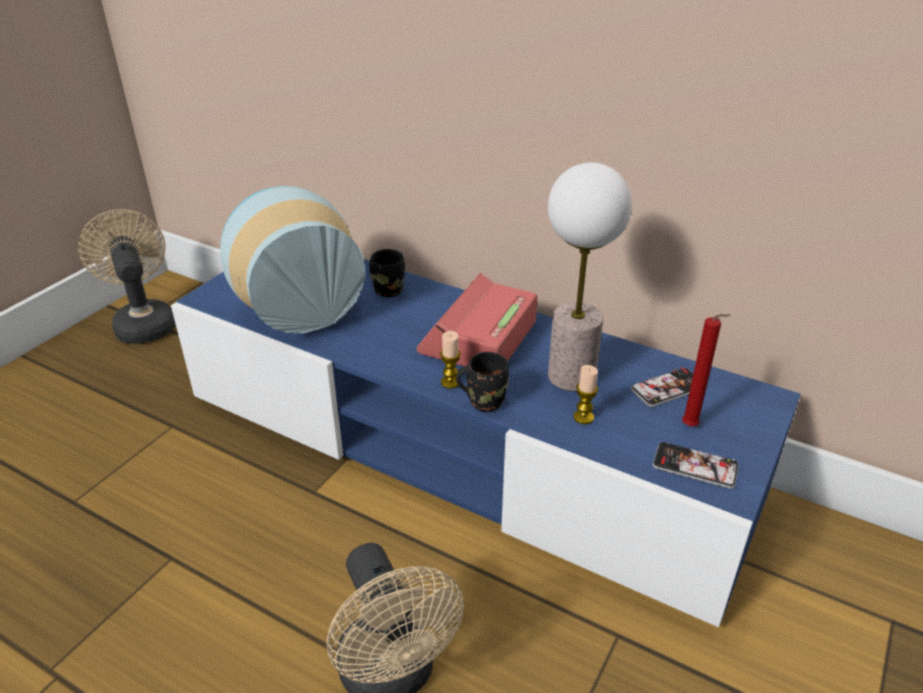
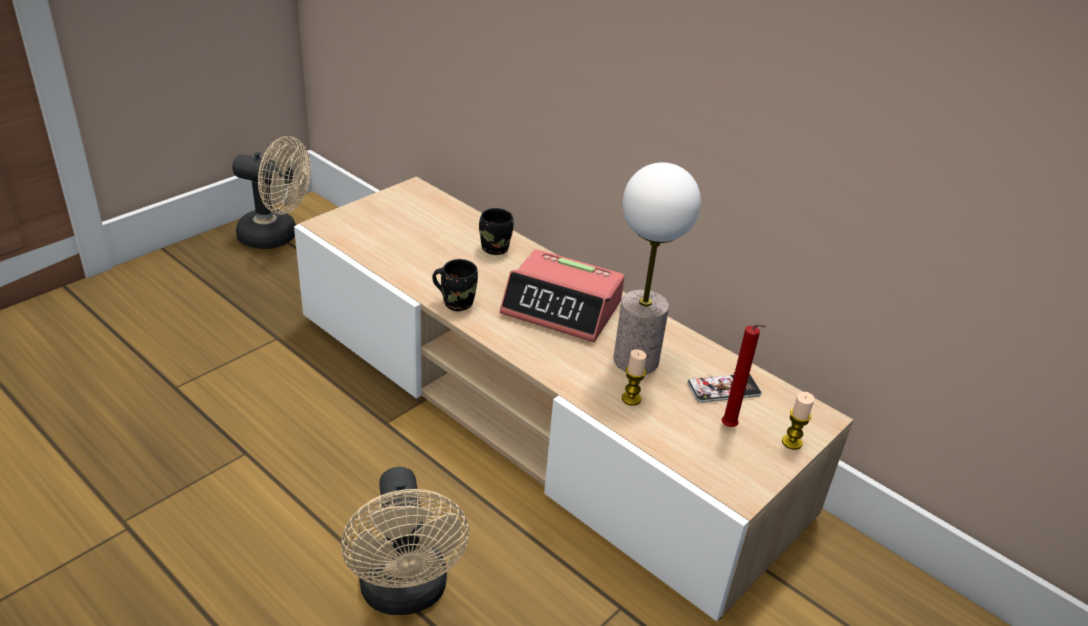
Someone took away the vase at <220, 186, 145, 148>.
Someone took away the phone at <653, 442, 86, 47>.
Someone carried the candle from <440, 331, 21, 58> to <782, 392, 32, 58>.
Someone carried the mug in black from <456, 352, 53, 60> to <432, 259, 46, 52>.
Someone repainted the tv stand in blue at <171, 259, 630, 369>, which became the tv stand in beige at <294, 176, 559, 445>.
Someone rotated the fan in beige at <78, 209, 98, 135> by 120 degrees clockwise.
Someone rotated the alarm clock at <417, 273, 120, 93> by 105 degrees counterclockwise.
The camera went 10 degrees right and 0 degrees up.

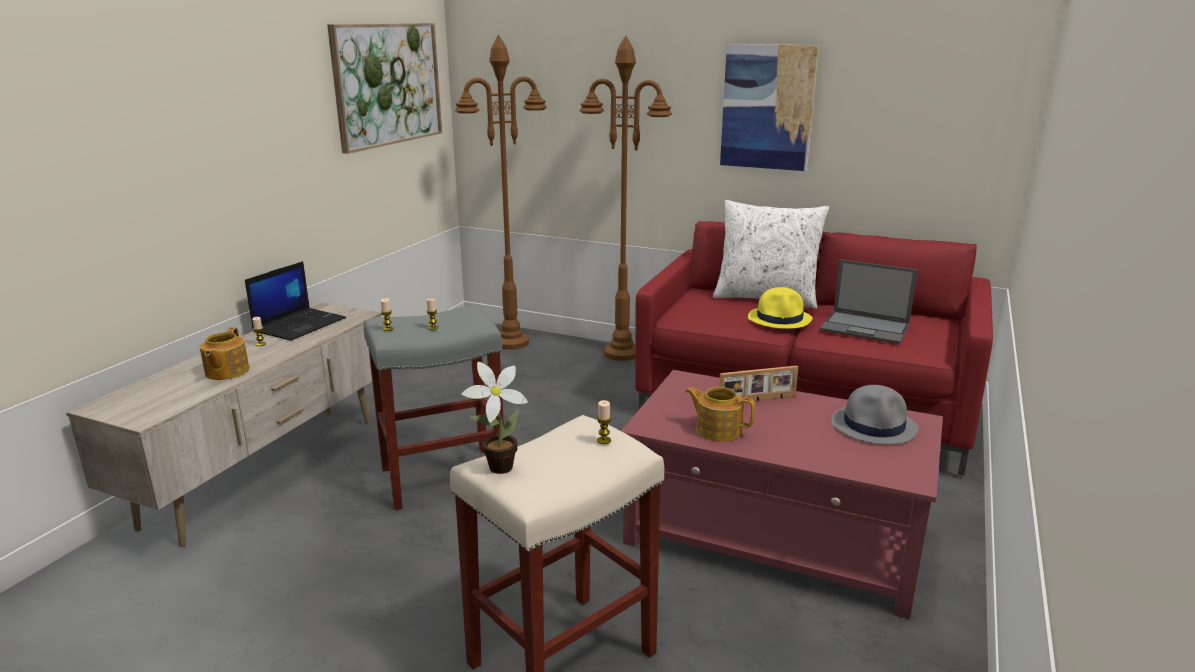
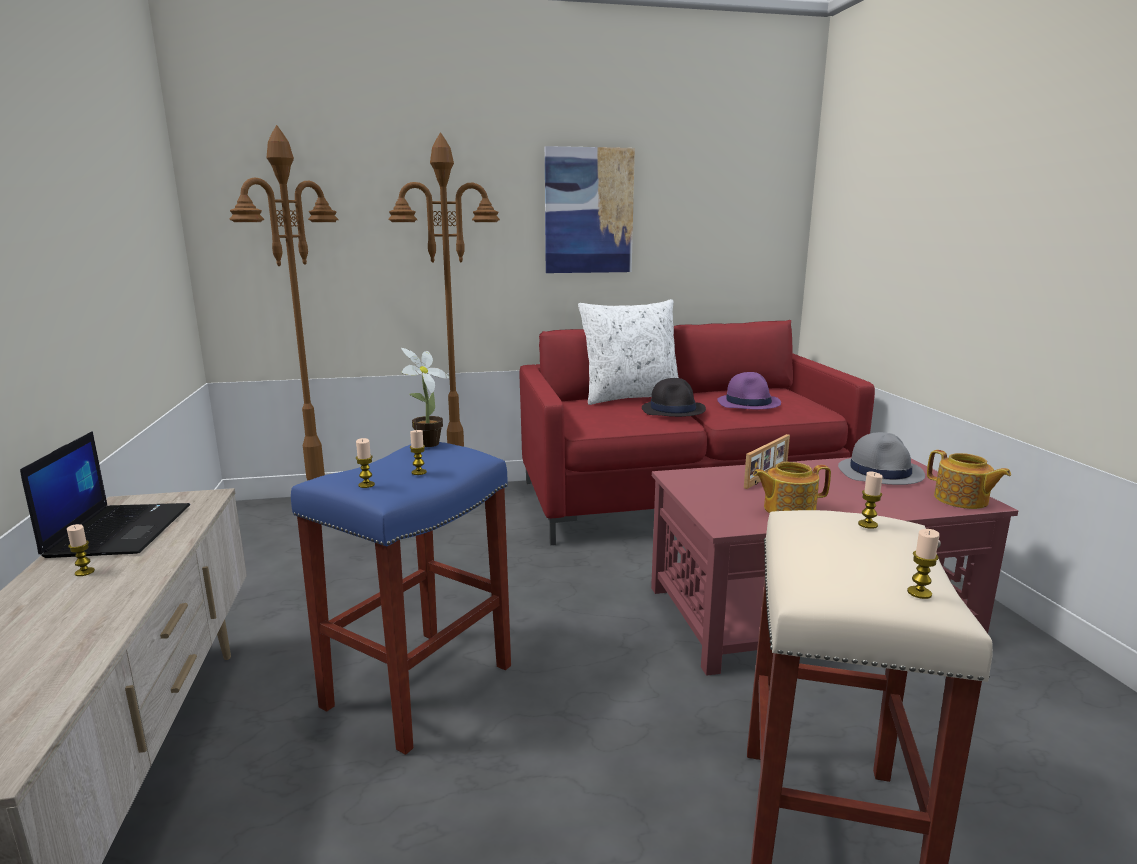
Someone took away the picture at <327, 23, 115, 131>.
Someone put down the candle at <907, 529, 33, 70>.
Someone carried the teapot from <200, 327, 49, 53> to <927, 450, 84, 59>.
Someone carried the potted plant from <462, 362, 66, 112> to <401, 348, 49, 99>.
Someone swapped the laptop at <820, 259, 98, 85> for the hat in purple at <717, 372, 64, 37>.
Someone repainted the stool in grey at <363, 305, 141, 205>, which became the stool in blue at <291, 442, 220, 313>.
Someone repainted the hat in yellow at <748, 287, 65, 42>, which became the hat in black at <642, 378, 64, 39>.
The camera went 35 degrees left and 5 degrees down.

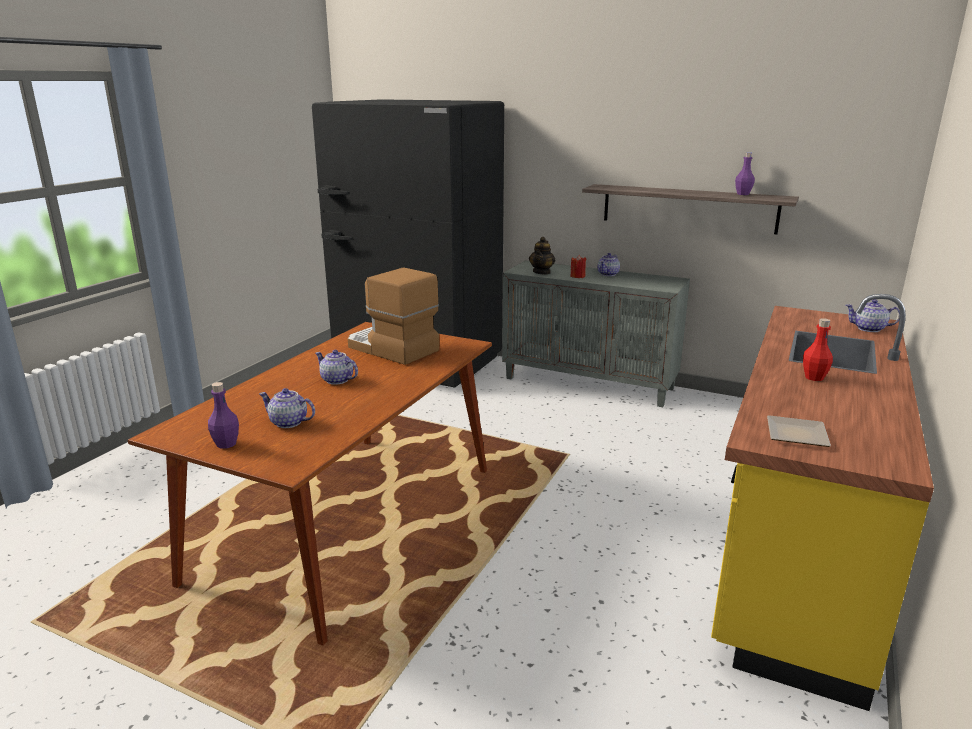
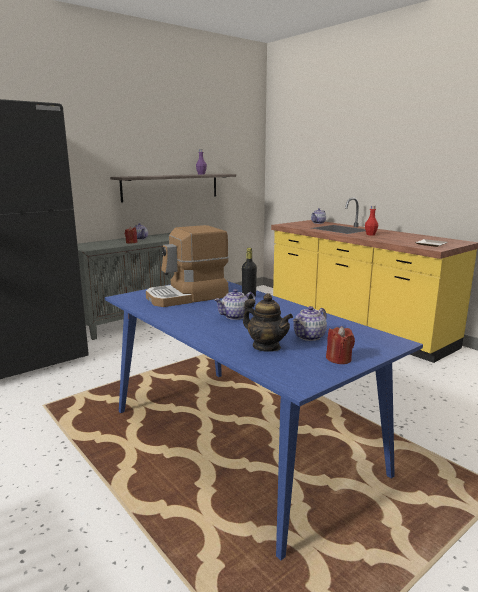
Someone put down the bottle in black at <242, 248, 15, 51>.
Someone carried the teapot from <529, 237, 26, 37> to <243, 293, 50, 59>.
Someone swapped the bottle in purple at <208, 382, 31, 67> for the candle in red at <326, 326, 29, 38>.
Someone repainted the dining table in brown at <128, 322, 364, 324>, which became the dining table in blue at <105, 281, 318, 279>.
The camera went 65 degrees left and 5 degrees down.

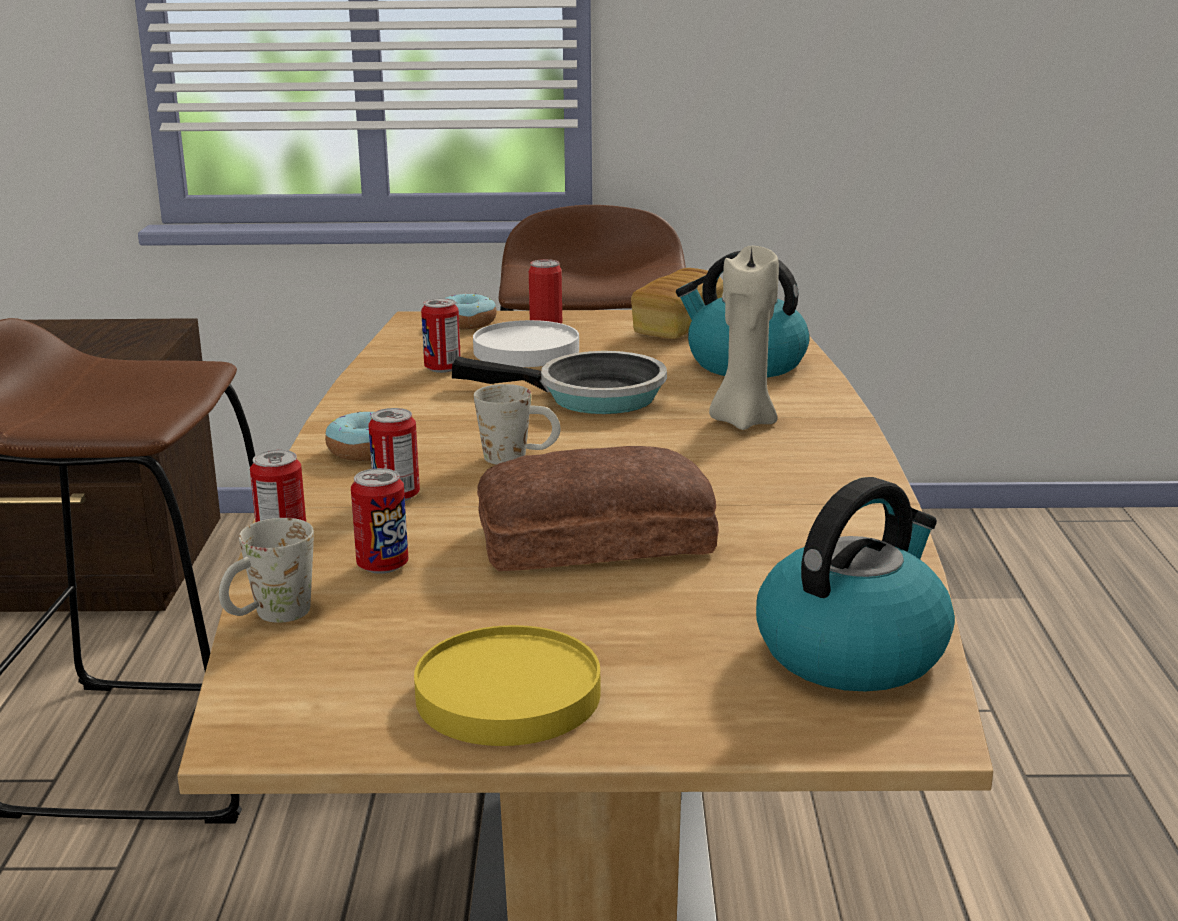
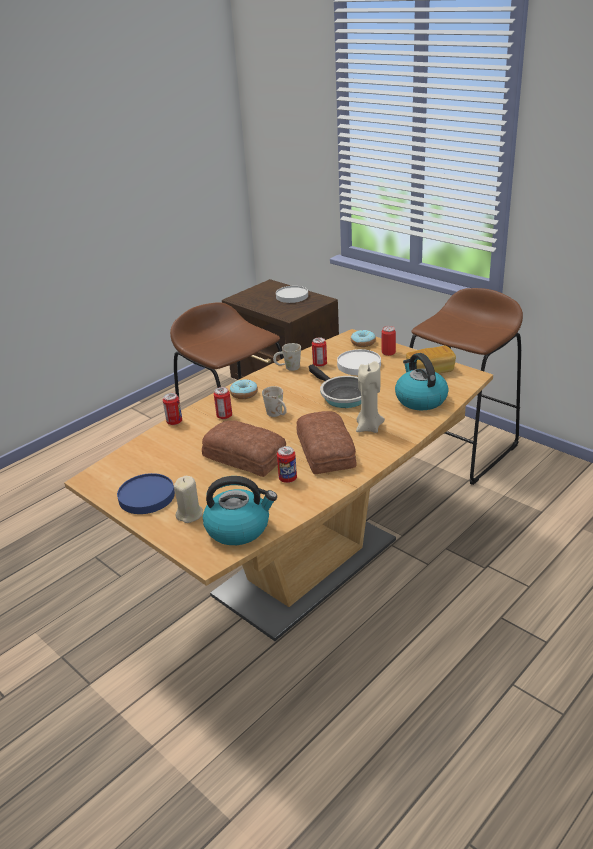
Someone put down the candle in beige at <174, 476, 29, 47>.
Someone put down the plate in white at <276, 286, 32, 17>.
Someone put down the bread at <296, 411, 61, 63>.
Someone carried the mug in white from <219, 518, 95, 105> to <273, 343, 28, 28>.
Someone carried the can from <351, 468, 58, 106> to <277, 446, 20, 37>.
Someone repainted the plate in yellow at <414, 625, 186, 121>, which became the plate in blue at <117, 473, 58, 41>.
The camera went 45 degrees right and 10 degrees up.

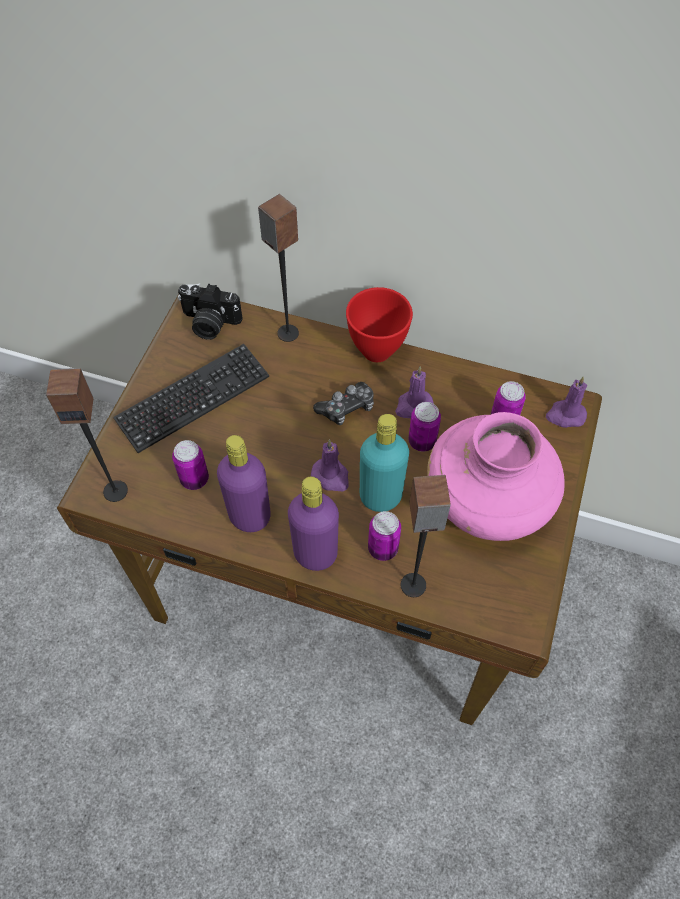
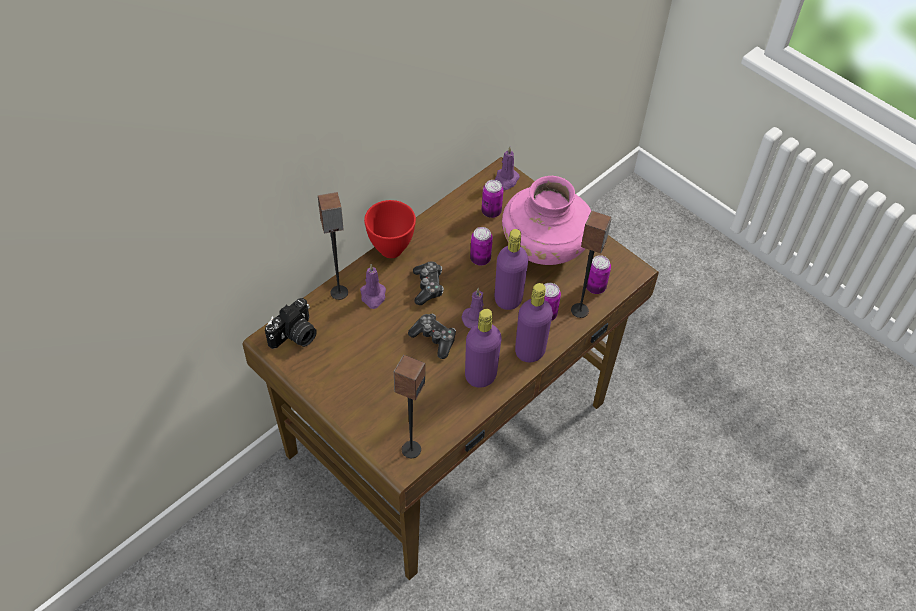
Someone took away the keyboard at <113, 344, 156, 109>.
Someone put down the game controller at <408, 314, 48, 45>.
Someone carried the can from <172, 440, 37, 50> to <586, 255, 25, 39>.
Someone carried the candle in purple from <395, 366, 38, 52> to <360, 264, 26, 45>.
Someone repainted the bottle in turquoise at <360, 414, 49, 98>, which became the bottle in purple at <494, 229, 34, 81>.
The camera went 65 degrees left and 5 degrees down.

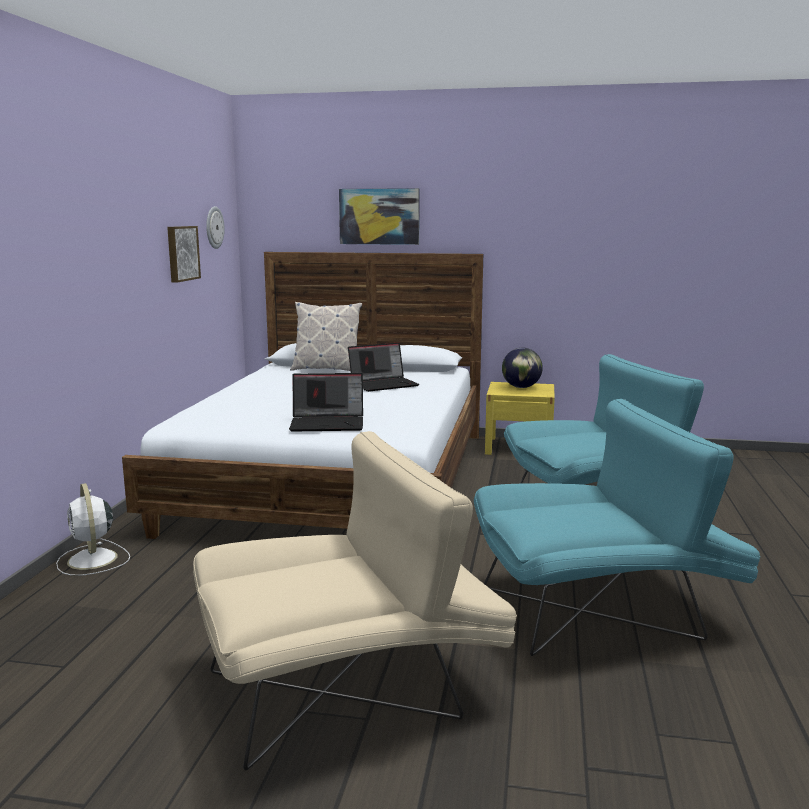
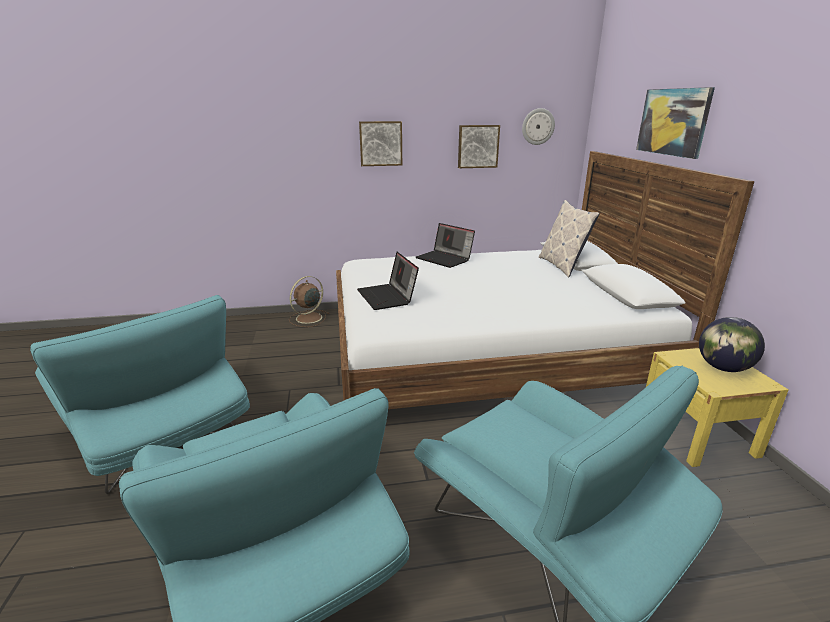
Someone put up the picture at <359, 121, 43, 45>.
Someone carried the laptop from <348, 343, 71, 49> to <416, 223, 59, 45>.
Someone repainted the fan in white at <56, 483, 74, 93>, which became the fan in brown at <289, 276, 41, 51>.
Someone repainted the armchair in beige at <193, 431, 324, 340>, which became the armchair in turquoise at <30, 295, 220, 199>.
The camera went 70 degrees right and 10 degrees up.

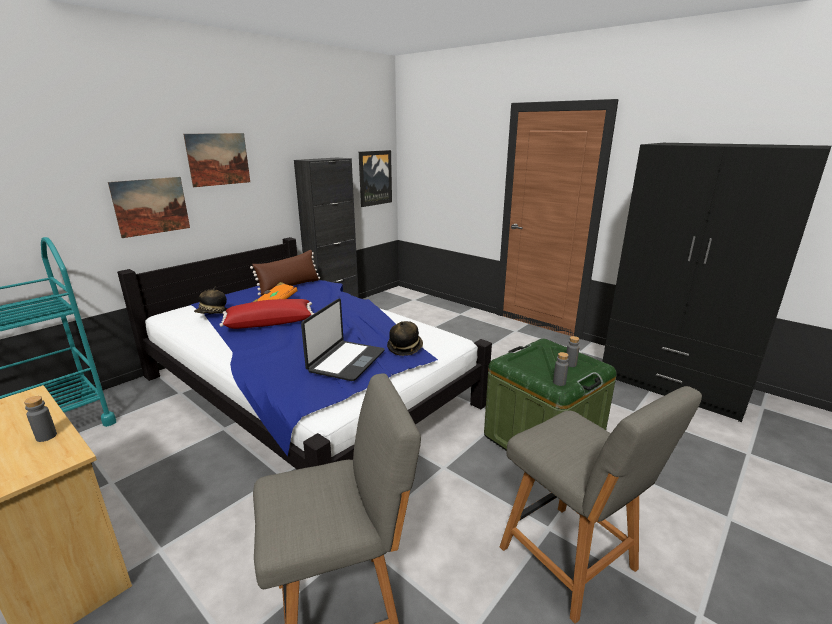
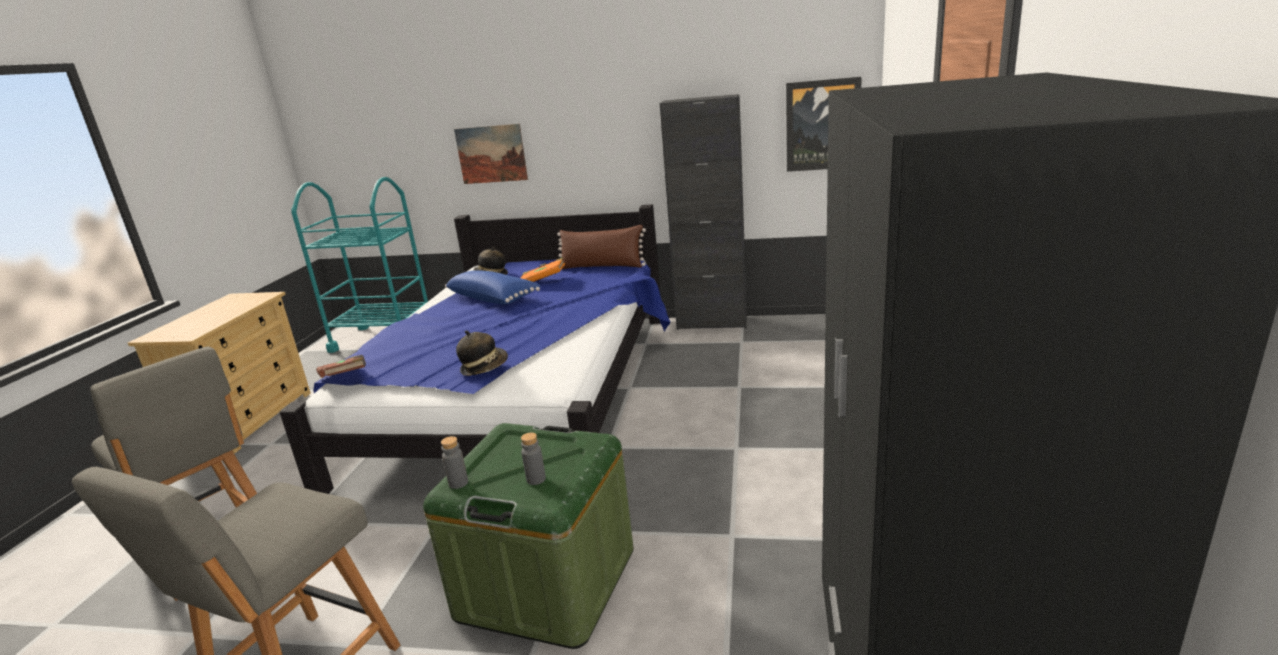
Someone took away the bottle in grey at <24, 396, 33, 46>.
Someone took away the picture at <183, 133, 67, 54>.
Someone took away the laptop at <301, 299, 84, 82>.
Someone put down the book in brown at <316, 355, 50, 23>.
Someone repainted the pillow in red at <219, 299, 95, 30>, which became the pillow in blue at <445, 270, 96, 35>.
The camera went 60 degrees right and 0 degrees up.

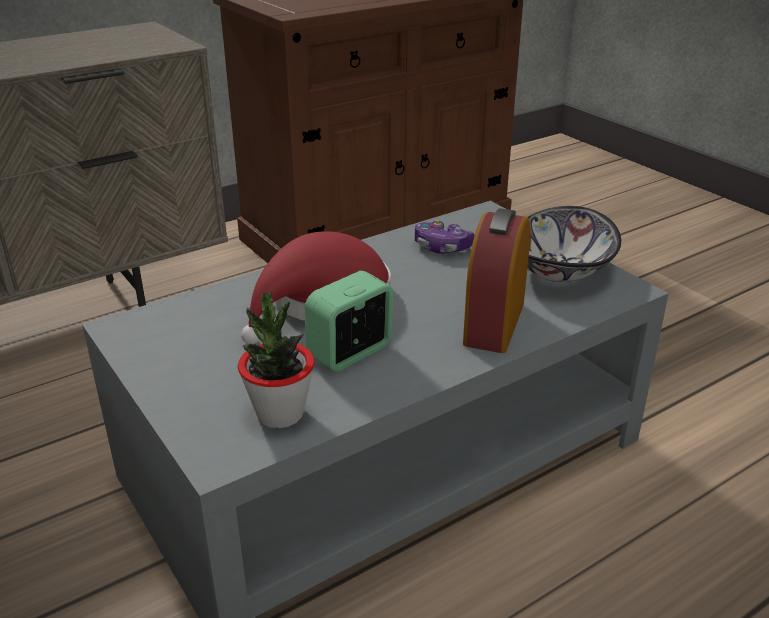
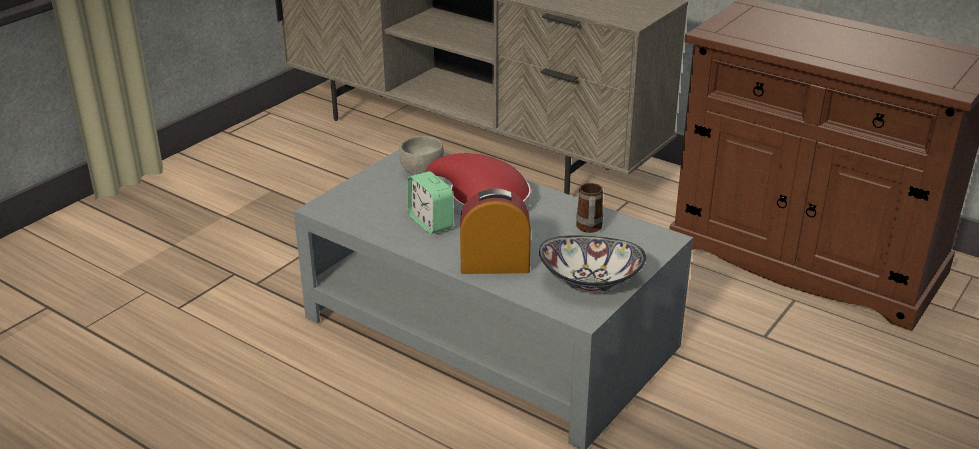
Someone took away the potted plant at <238, 293, 77, 135>.
Someone put down the bowl in grey at <399, 136, 45, 39>.
Someone swapped the game controller at <415, 220, 59, 34> for the mug at <576, 183, 27, 50>.
Someone rotated the alarm clock at <305, 271, 88, 101> by 150 degrees counterclockwise.
The camera went 70 degrees right and 0 degrees up.

